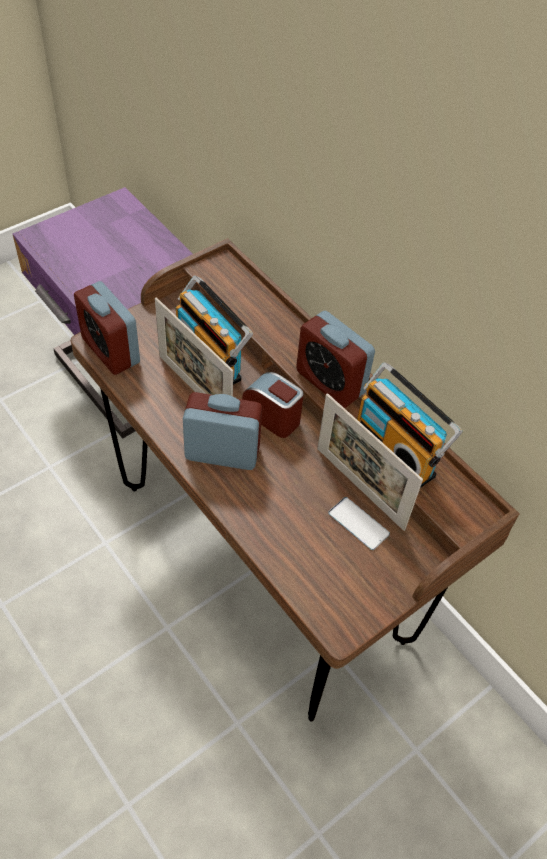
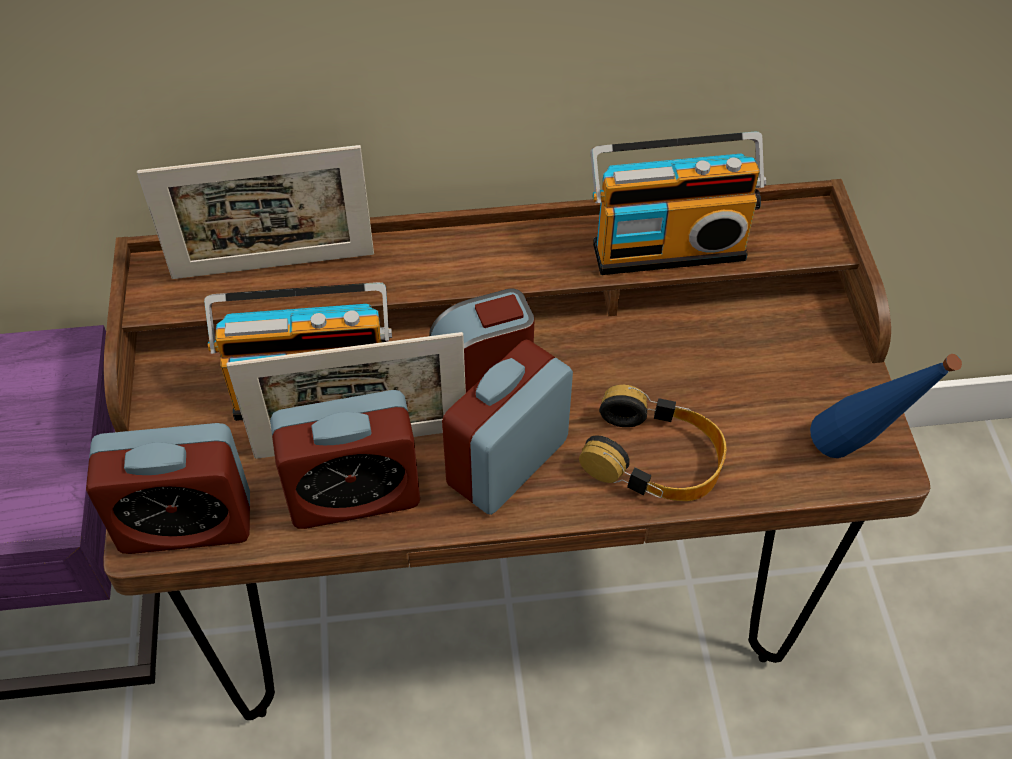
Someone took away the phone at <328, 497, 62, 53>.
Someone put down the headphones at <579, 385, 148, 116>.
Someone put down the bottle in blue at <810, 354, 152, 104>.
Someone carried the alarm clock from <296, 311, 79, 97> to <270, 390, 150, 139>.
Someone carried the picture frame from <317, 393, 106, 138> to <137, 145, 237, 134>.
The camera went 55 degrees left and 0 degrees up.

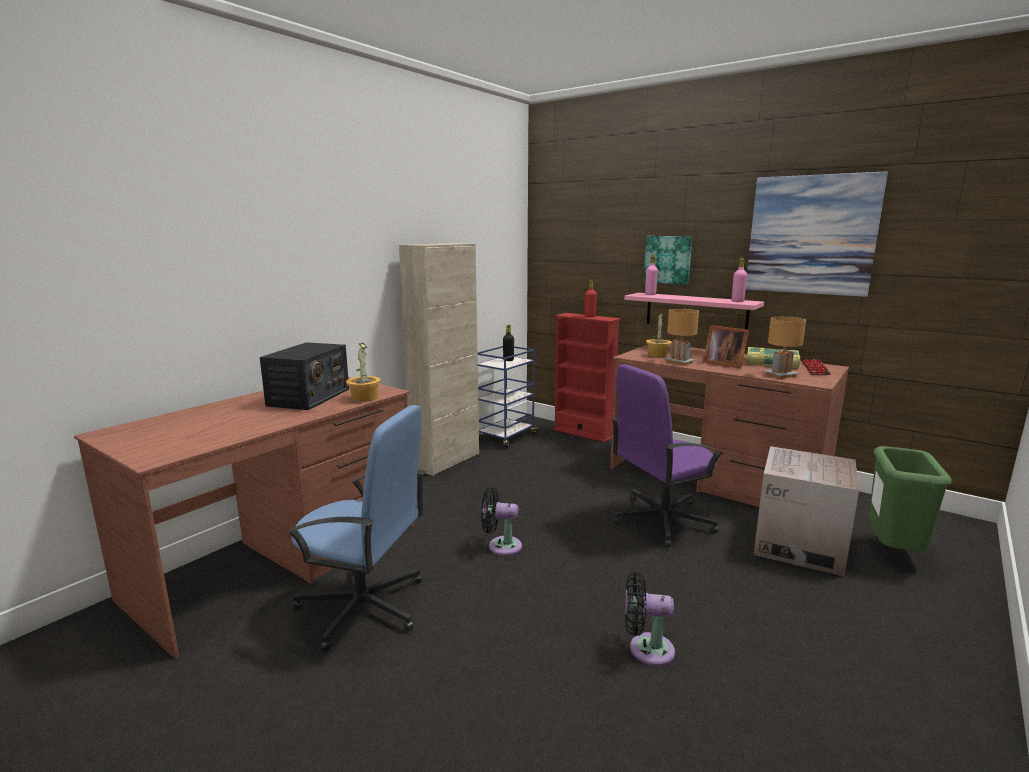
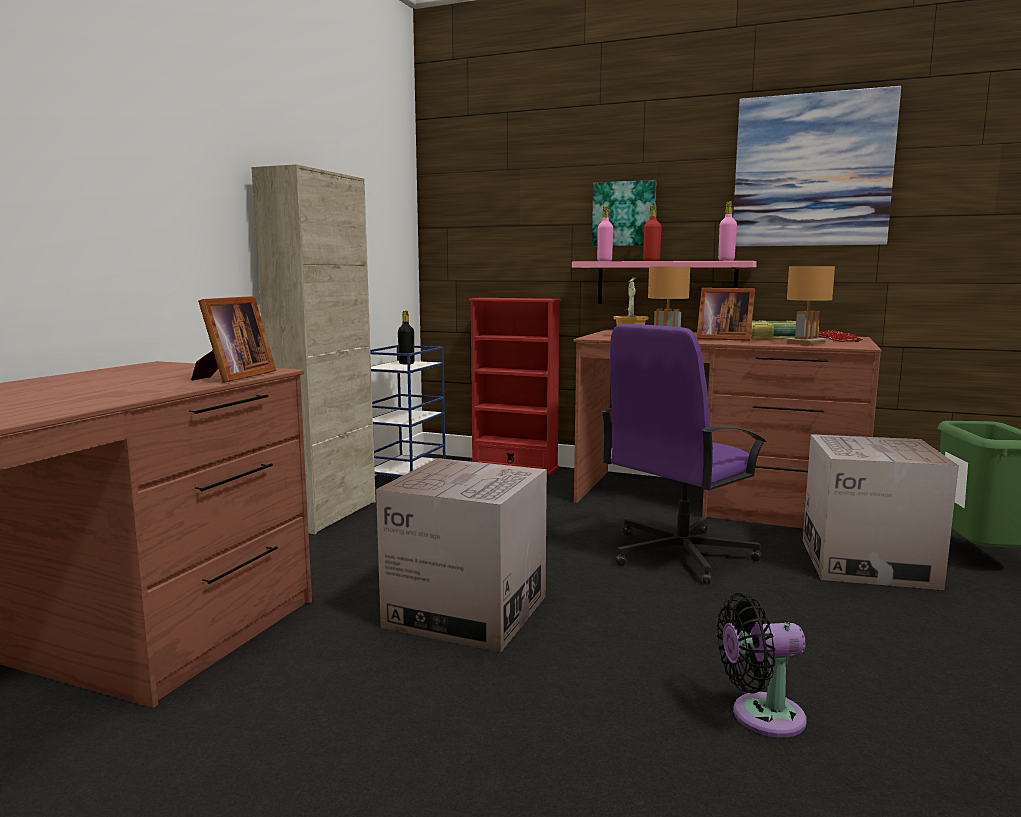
Someone took away the radio at <260, 342, 89, 68>.
Someone took away the office chair in blue at <287, 405, 139, 247>.
Someone carried the bottle in red from <584, 280, 13, 37> to <643, 205, 19, 56>.
Someone swapped the potted plant at <346, 342, 35, 60> for the picture frame at <191, 296, 85, 87>.
Someone swapped the fan in black at <481, 487, 41, 69> for the cardboard box at <376, 458, 171, 194>.
The camera went 15 degrees left and 5 degrees down.

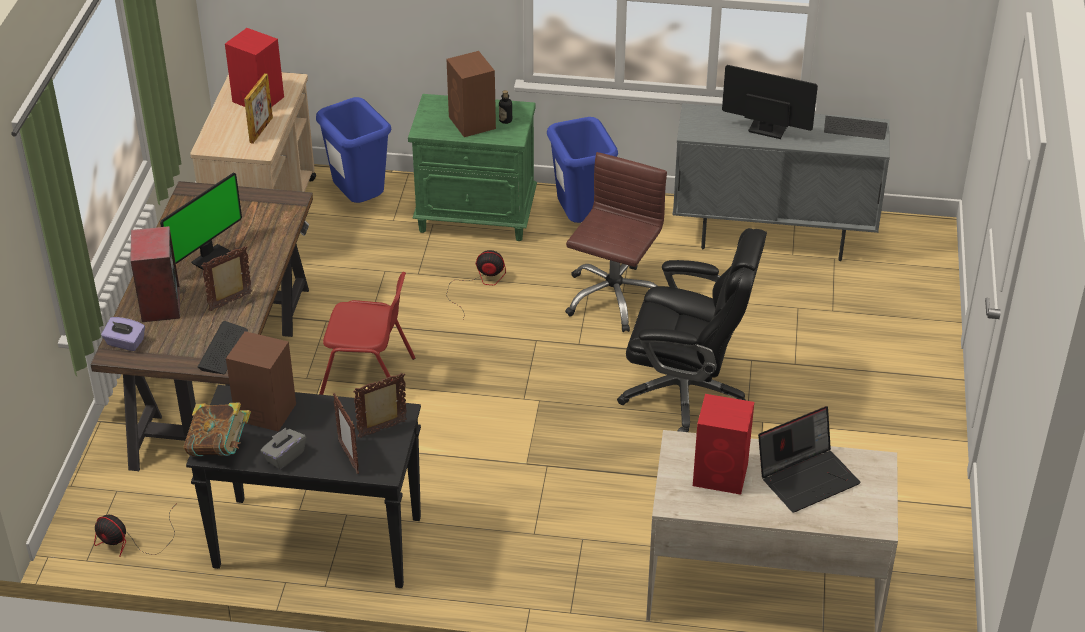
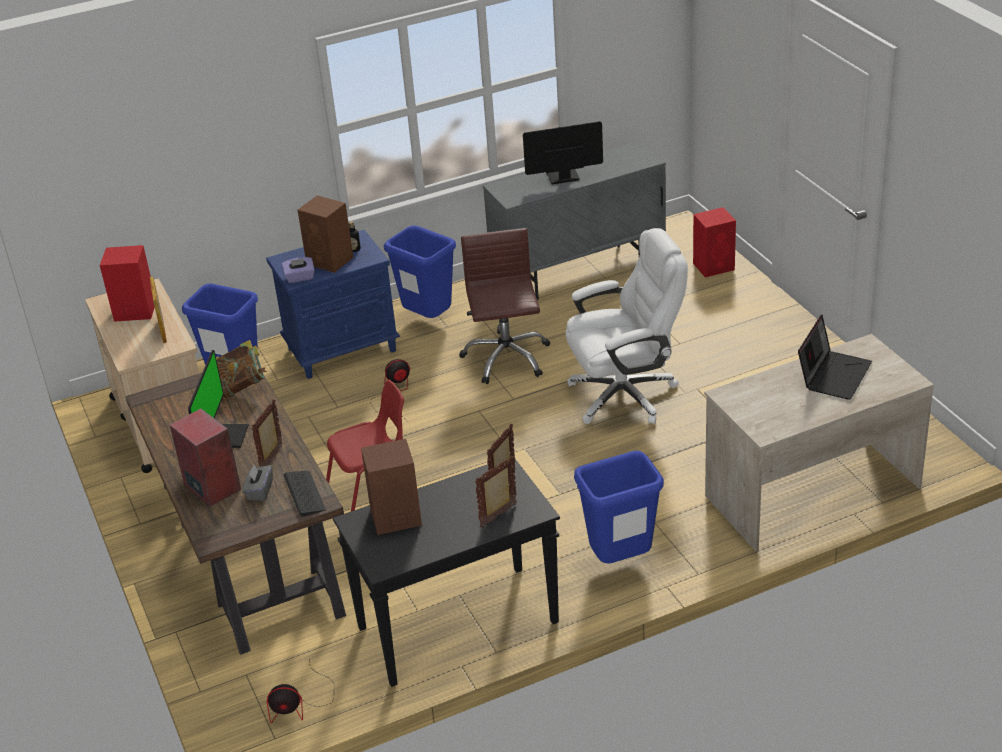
Someone took away the keyboard at <824, 116, 64, 24>.
Someone put down the trash can in blue at <574, 450, 90, 114>.
Someone carried the tissue box in purple from <101, 317, 44, 34> to <282, 257, 33, 26>.
Someone carried the book from <184, 403, 67, 53> to <216, 340, 51, 58>.
Someone carried the tissue box in grey from <260, 427, 46, 42> to <242, 465, 31, 36>.
Someone carried the speaker in red from <693, 394, 61, 101> to <693, 207, 43, 70>.
Someone repainted the nightstand in green at <408, 94, 129, 147>, which became the nightstand in blue at <266, 230, 134, 149>.
Someone repainted the office chair in black at <617, 228, 150, 204>, which became the office chair in white at <566, 228, 122, 196>.
Someone rotated the picture frame at <333, 393, 26, 81> by 105 degrees clockwise.
The camera went 30 degrees left and 5 degrees down.

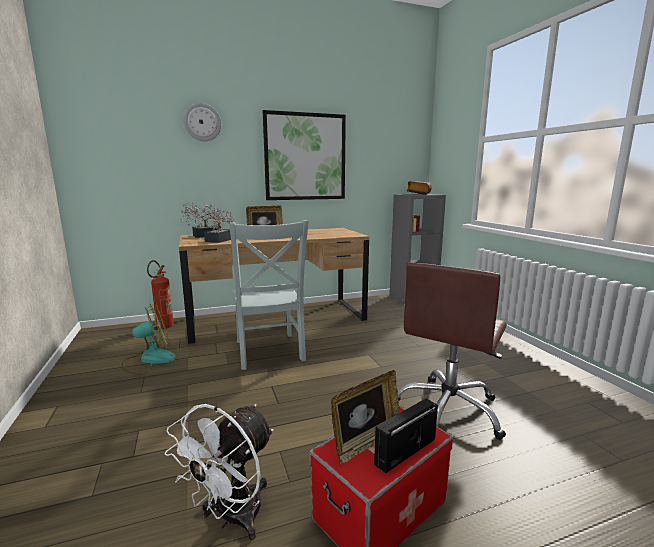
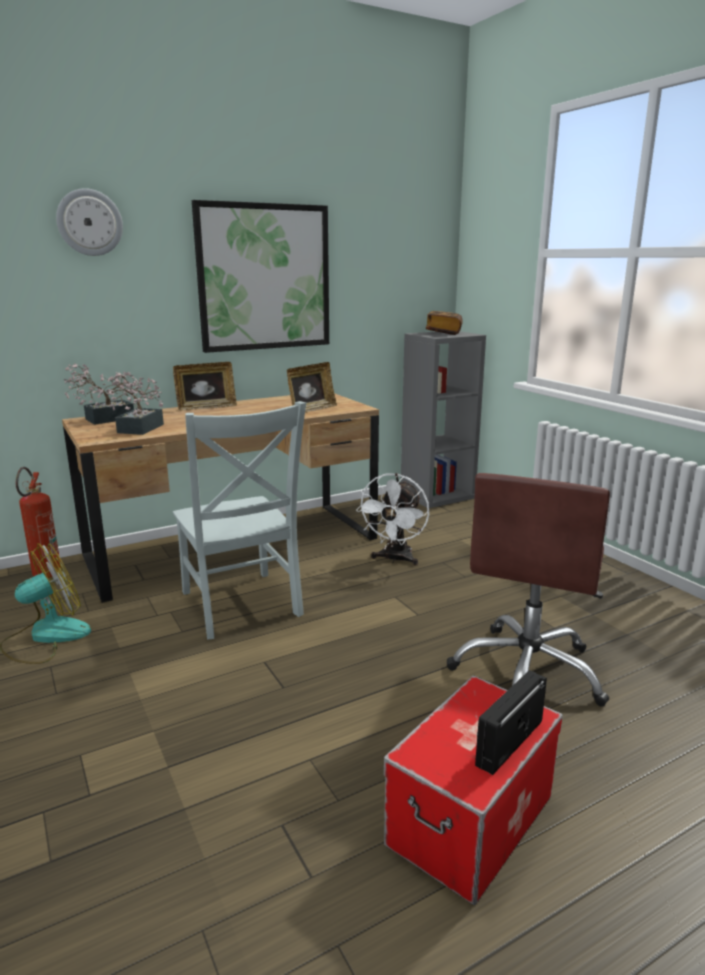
Someone carried the fan in white from <165, 404, 108, 136> to <356, 473, 73, 93>.
Someone carried the picture frame from <331, 370, 69, 94> to <287, 362, 50, 51>.
The camera went 10 degrees left and 5 degrees up.

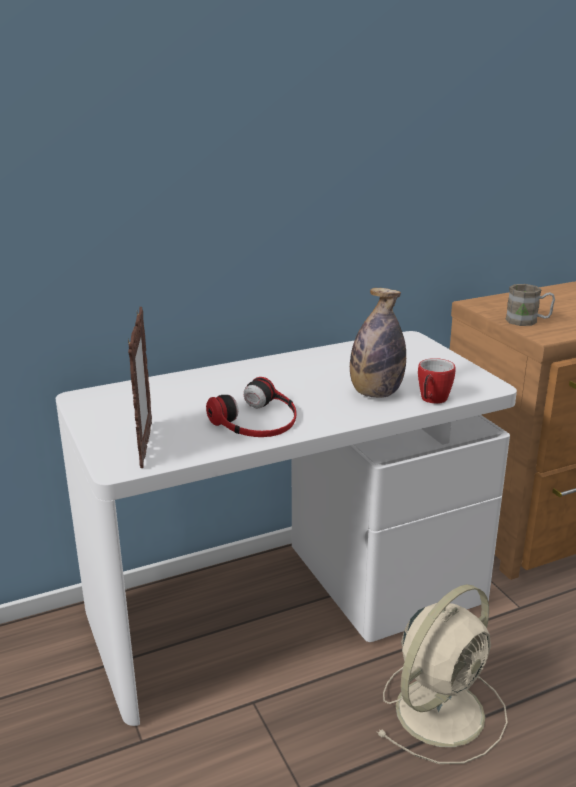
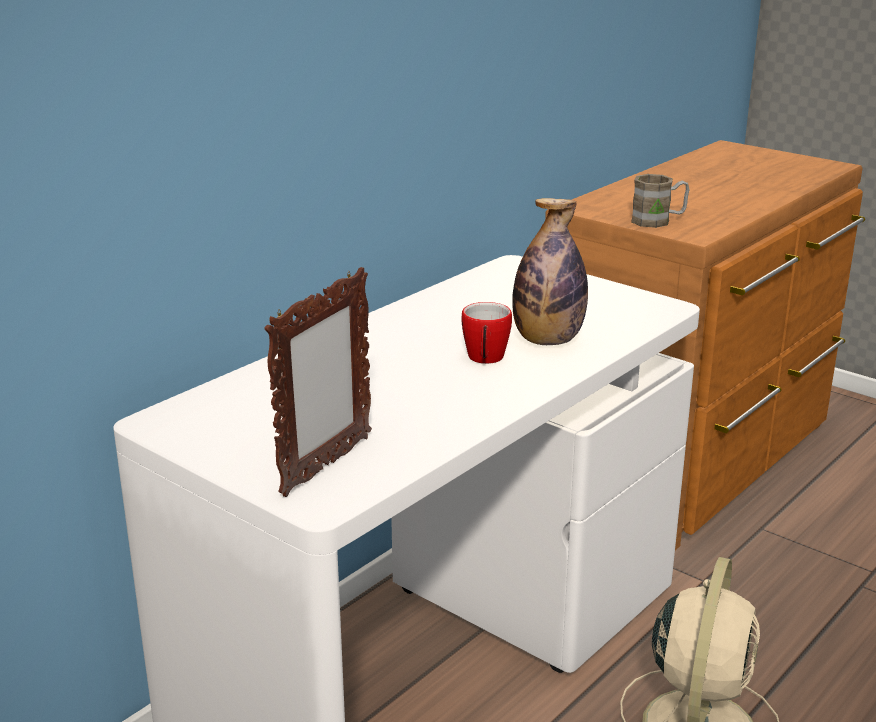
Someone took away the headphones at <206, 377, 91, 60>.
Someone carried the mug from <418, 358, 38, 46> to <462, 302, 50, 62>.
Someone rotated the picture frame at <128, 307, 24, 161> by 60 degrees clockwise.
The camera went 25 degrees left and 0 degrees up.

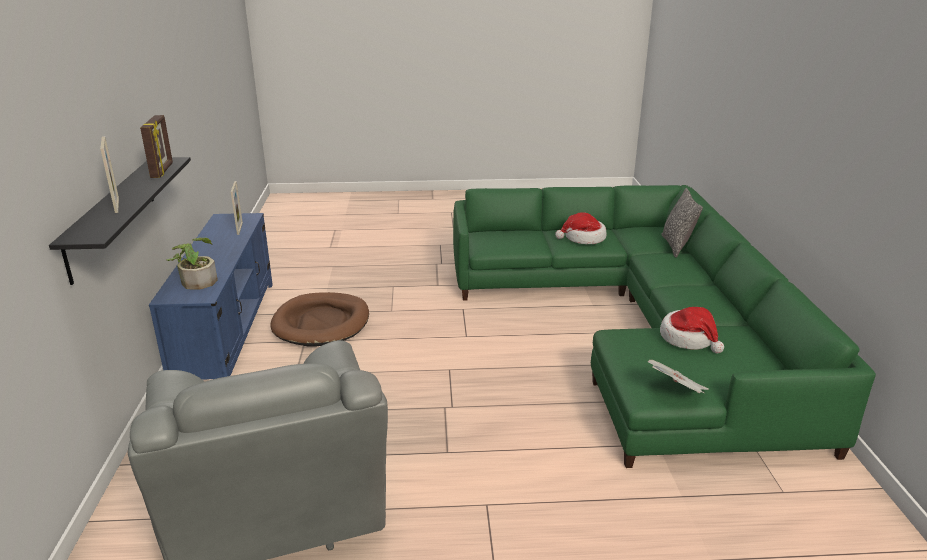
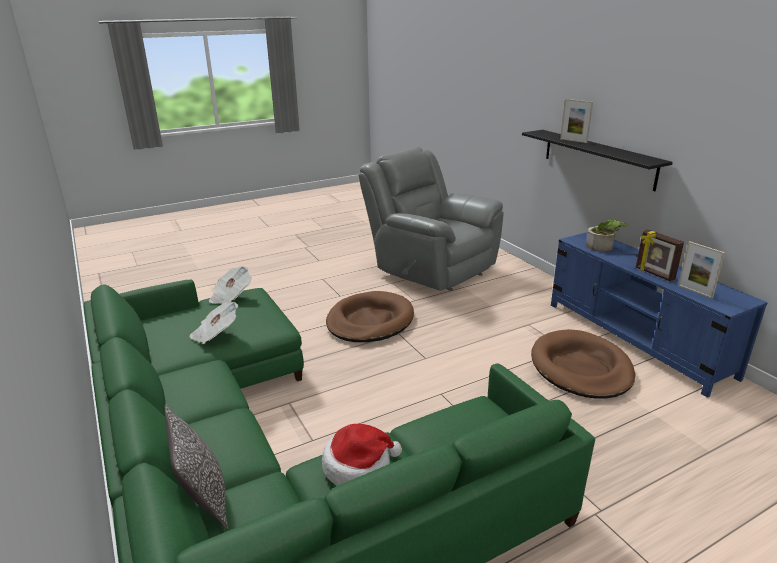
Someone put down the dog bed in brown at <326, 291, 88, 51>.
Someone carried the picture frame from <140, 115, 33, 63> to <636, 229, 48, 53>.
Someone swapped the hat at <660, 307, 64, 46> for the newspaper at <190, 302, 48, 42>.
The camera went 155 degrees right and 0 degrees up.

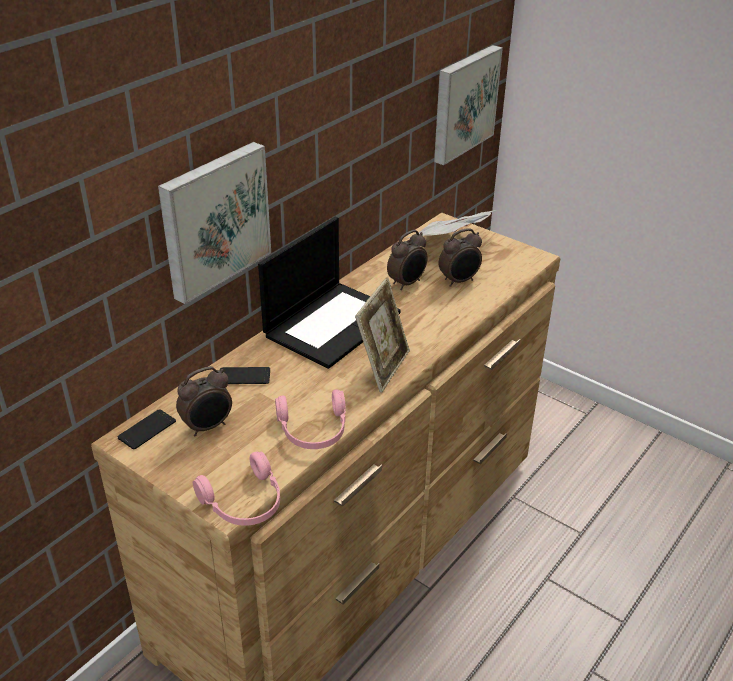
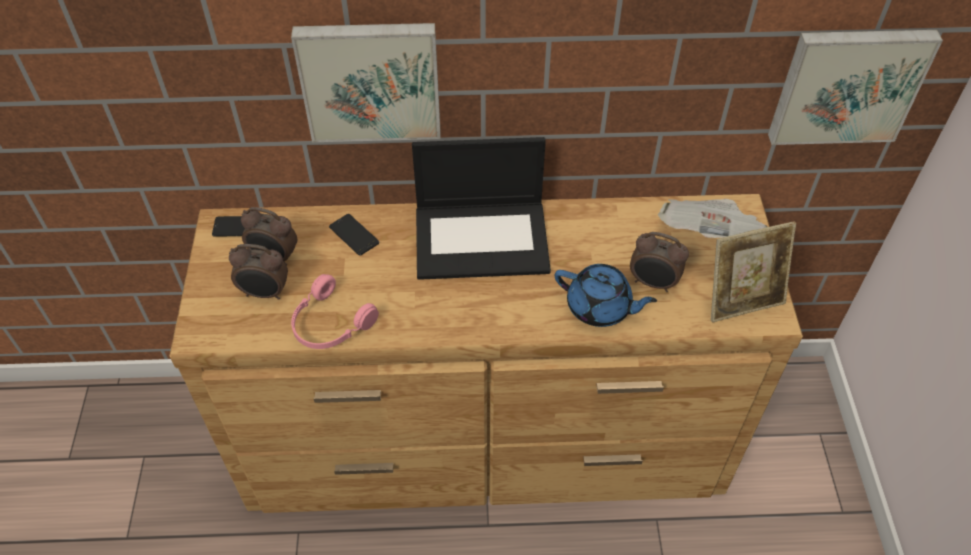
Someone took away the headphones in pink at <193, 452, 87, 74>.
Someone put down the teapot in blue at <555, 264, 102, 63>.
Someone carried the picture frame from <355, 278, 55, 114> to <711, 221, 85, 101>.
Someone carried the alarm clock from <387, 230, 41, 60> to <229, 244, 59, 56>.
The camera went 50 degrees right and 15 degrees up.

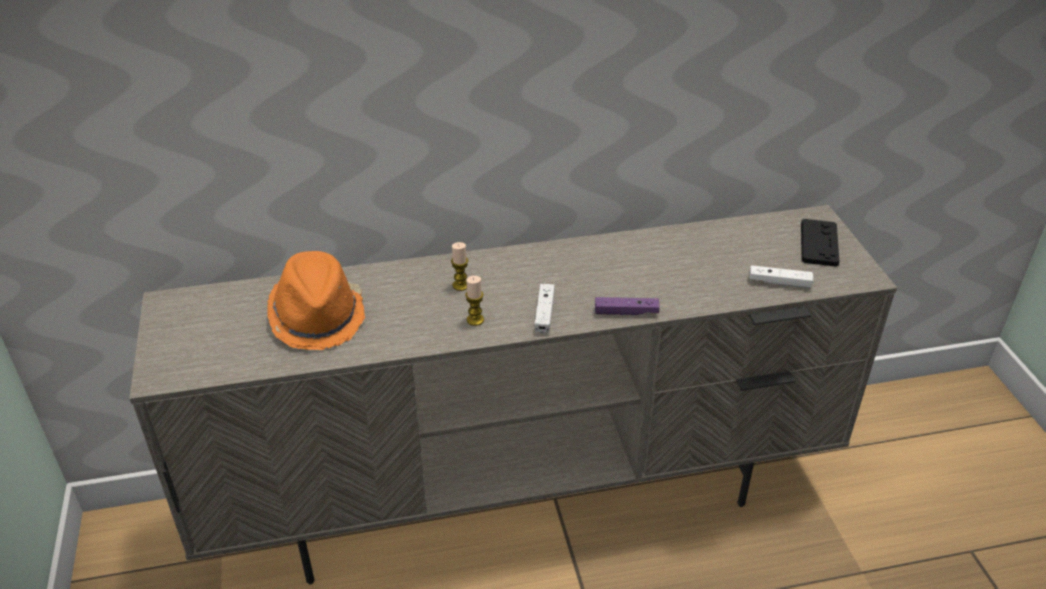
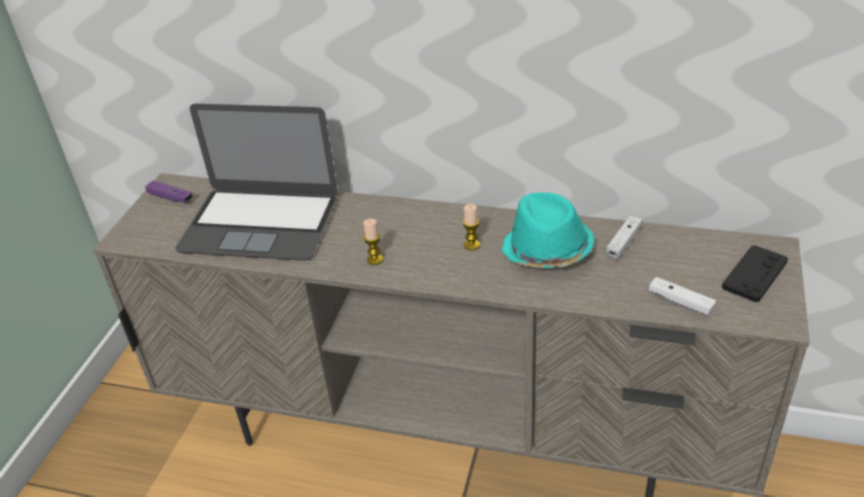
Someone put down the hat in turquoise at <501, 192, 93, 76>.
Someone carried the candle from <451, 242, 17, 49> to <463, 204, 17, 46>.
Someone carried the game controller in white from <535, 284, 20, 49> to <606, 216, 36, 43>.
Someone carried the game controller in purple from <595, 297, 65, 18> to <145, 180, 48, 23>.
Someone swapped the hat in orange at <267, 251, 98, 99> for the laptop at <175, 104, 163, 156>.
The camera went 30 degrees right and 0 degrees up.

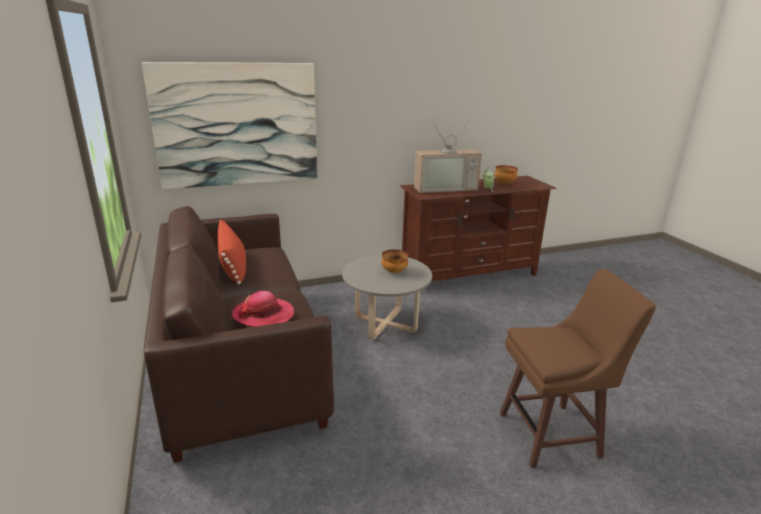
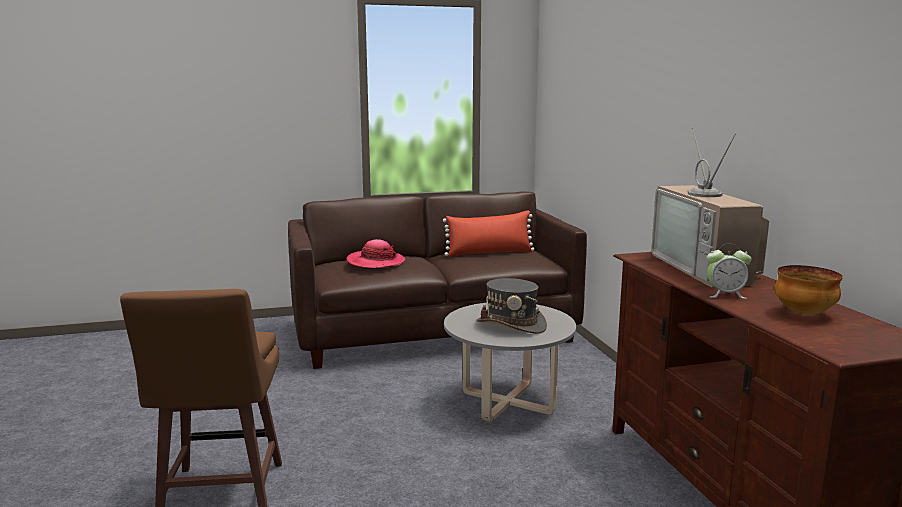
Someone took away the picture at <142, 62, 175, 127>.
Someone swapped the bowl at <381, 249, 27, 24> for the hat in grey at <477, 278, 70, 56>.
The camera went 95 degrees right and 10 degrees down.

